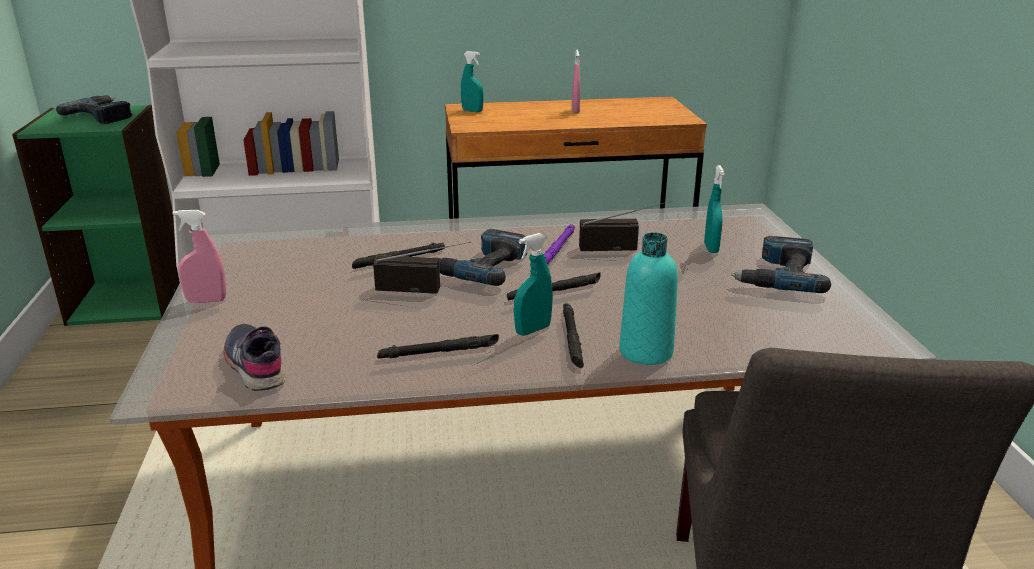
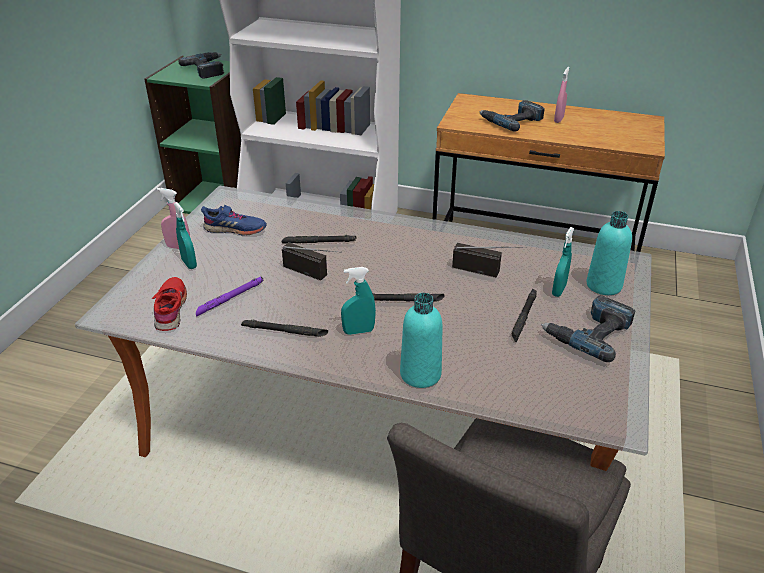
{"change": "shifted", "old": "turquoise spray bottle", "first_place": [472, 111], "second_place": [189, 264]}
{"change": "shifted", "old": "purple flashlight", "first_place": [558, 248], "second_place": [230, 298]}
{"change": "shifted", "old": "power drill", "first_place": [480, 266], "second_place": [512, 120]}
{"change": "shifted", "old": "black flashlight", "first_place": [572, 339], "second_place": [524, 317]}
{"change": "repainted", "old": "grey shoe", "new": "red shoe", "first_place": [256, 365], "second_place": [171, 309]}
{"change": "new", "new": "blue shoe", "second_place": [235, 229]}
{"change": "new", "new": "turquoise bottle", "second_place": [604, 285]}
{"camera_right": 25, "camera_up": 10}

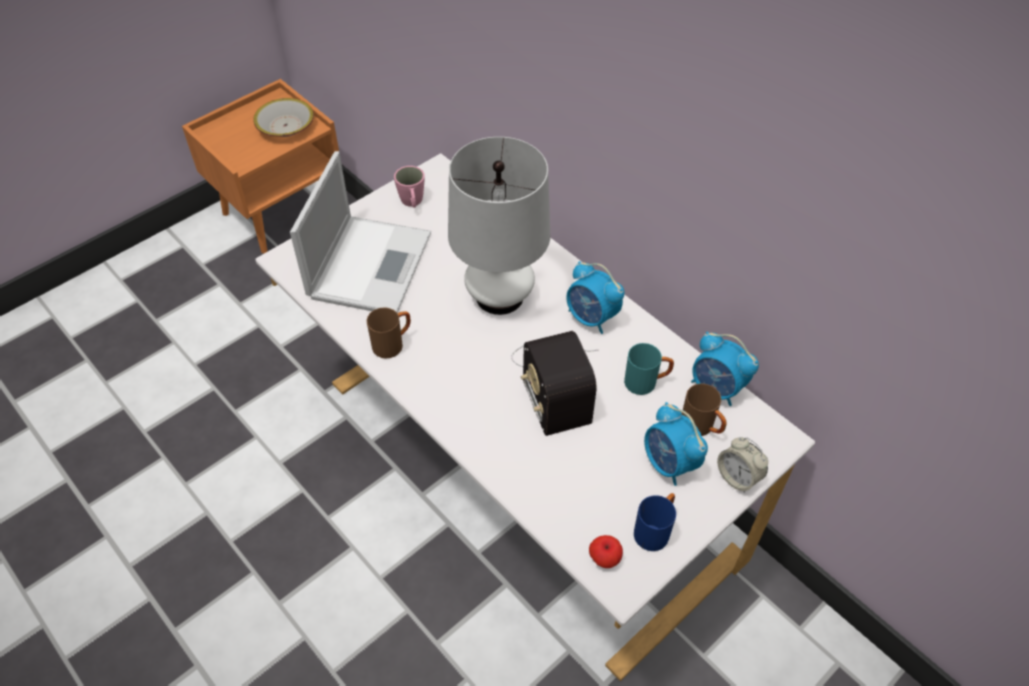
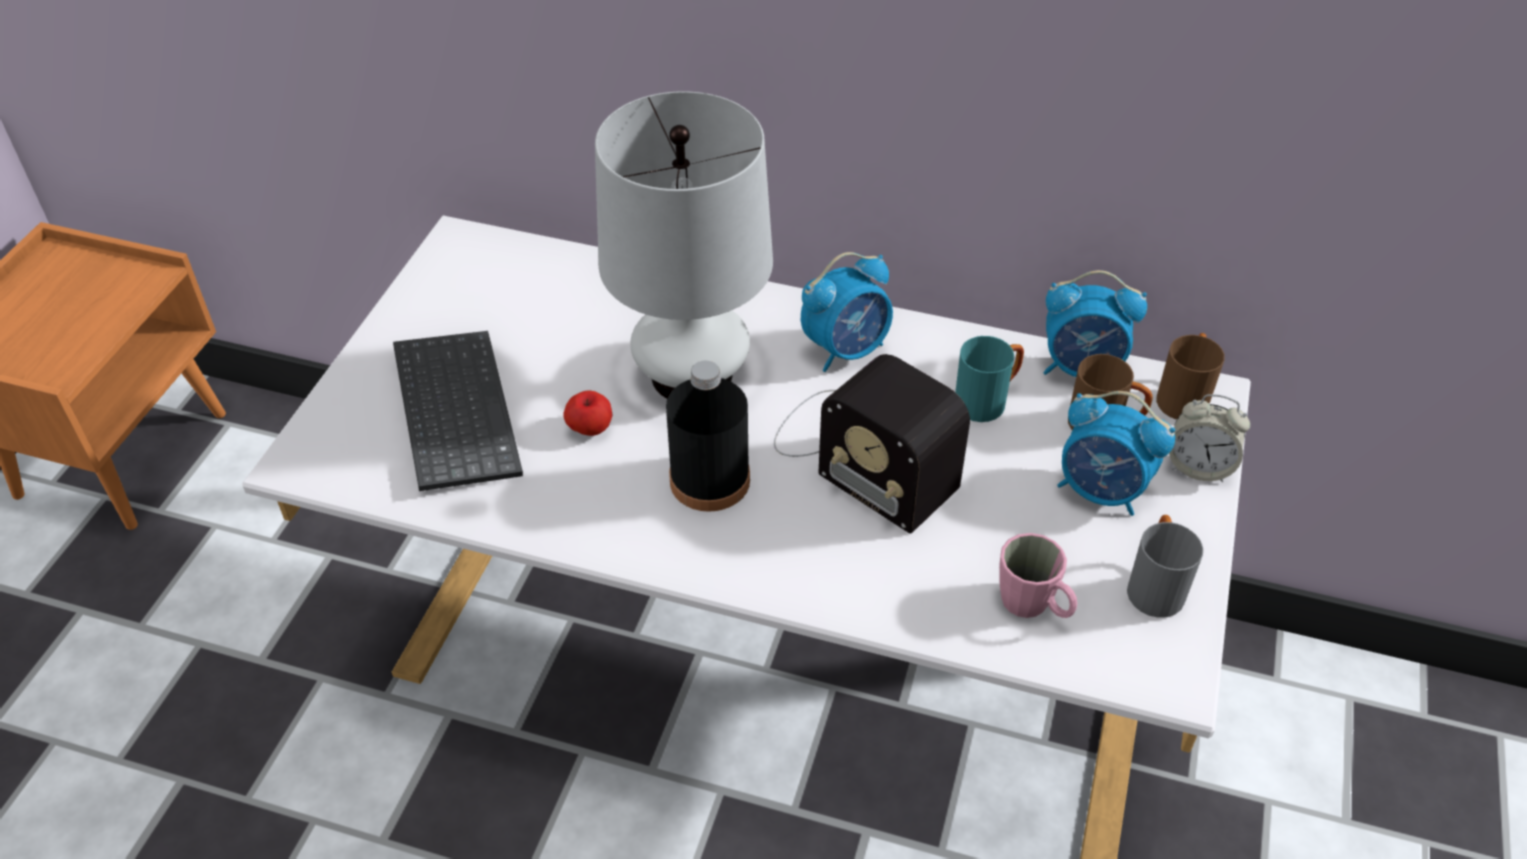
{"change": "gone", "old": "bowl", "first_place": [285, 126]}
{"change": "swapped", "old": "laptop", "new": "keyboard", "first_place": [370, 263], "second_place": [452, 411]}
{"change": "shifted", "old": "pink mug", "first_place": [412, 203], "second_place": [1033, 606]}
{"change": "rotated", "old": "alarm clock", "first_place": [591, 318], "second_place": [846, 349], "degrees": -45}
{"change": "shifted", "old": "brown mug", "first_place": [393, 343], "second_place": [1183, 396]}
{"change": "repainted", "old": "blue mug", "new": "grey mug", "first_place": [655, 530], "second_place": [1154, 585]}
{"change": "shifted", "old": "apple", "first_place": [604, 558], "second_place": [590, 429]}
{"change": "new", "new": "black bottle", "second_place": [709, 480]}
{"camera_right": -30, "camera_up": -5}

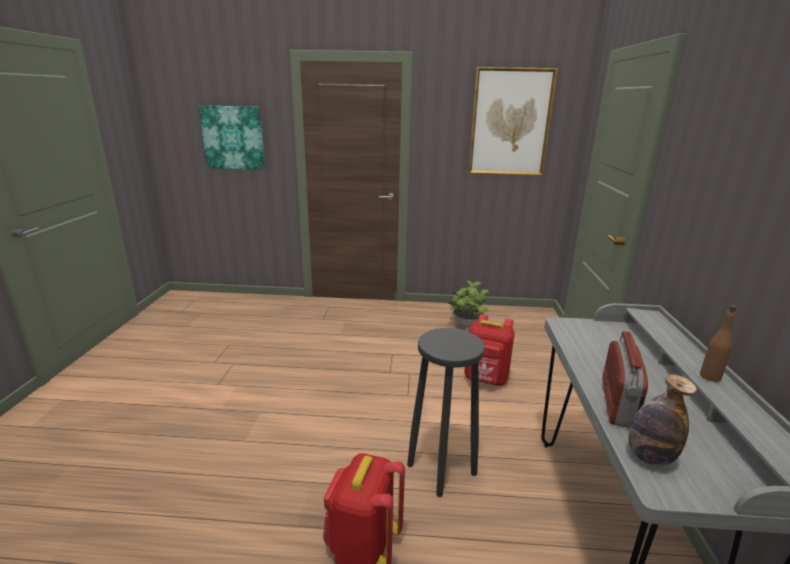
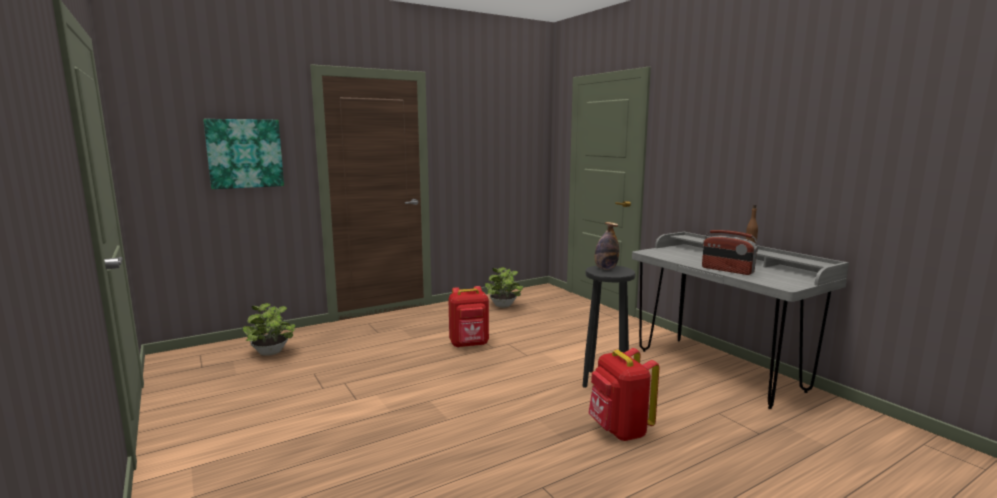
{"change": "gone", "old": "picture", "first_place": [510, 123]}
{"change": "shifted", "old": "red backpack", "first_place": [486, 380], "second_place": [469, 344]}
{"change": "rotated", "old": "radio", "first_place": [618, 403], "second_place": [727, 270], "degrees": 150}
{"change": "shifted", "old": "bottle", "first_place": [649, 457], "second_place": [605, 268]}
{"change": "new", "new": "potted plant", "second_place": [271, 353]}
{"camera_right": -35, "camera_up": -10}

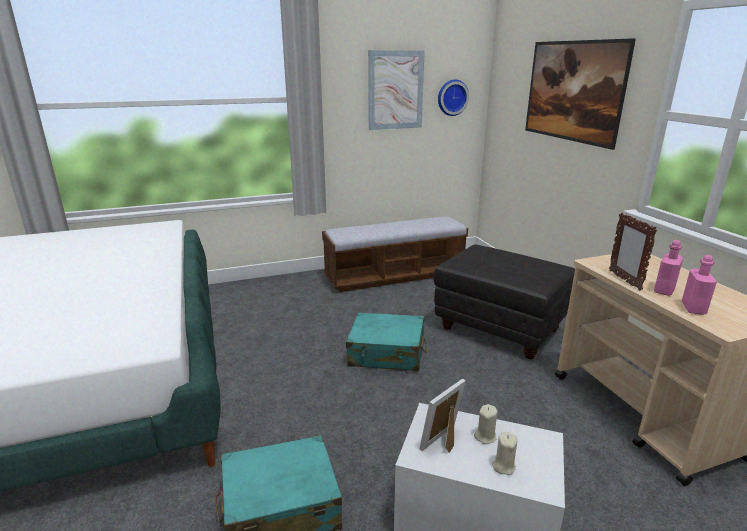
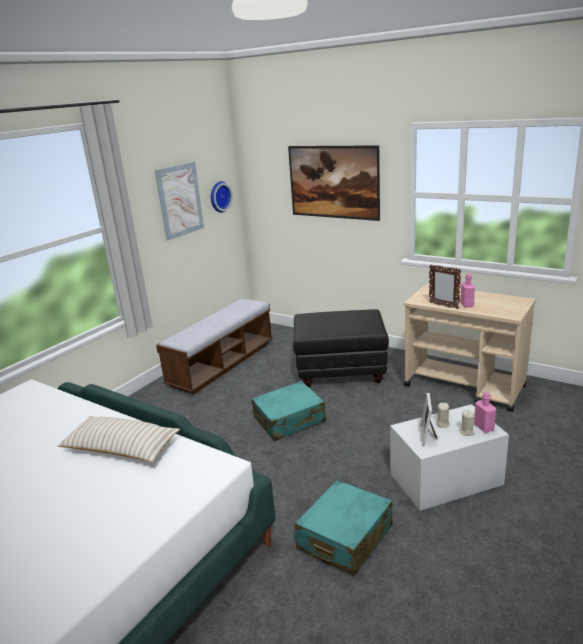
{"change": "shifted", "old": "pink bottle", "first_place": [693, 308], "second_place": [484, 427]}
{"change": "new", "new": "beige pillow", "second_place": [121, 448]}
{"camera_right": -35, "camera_up": 0}

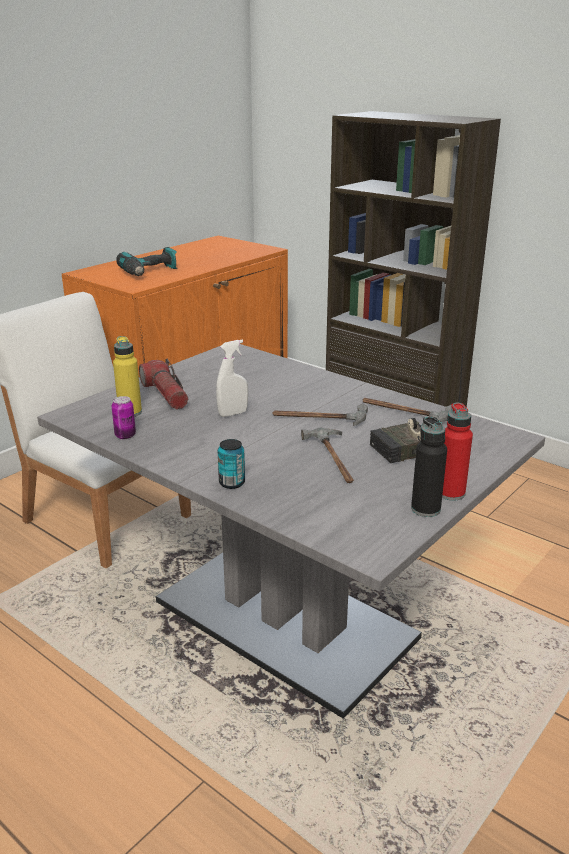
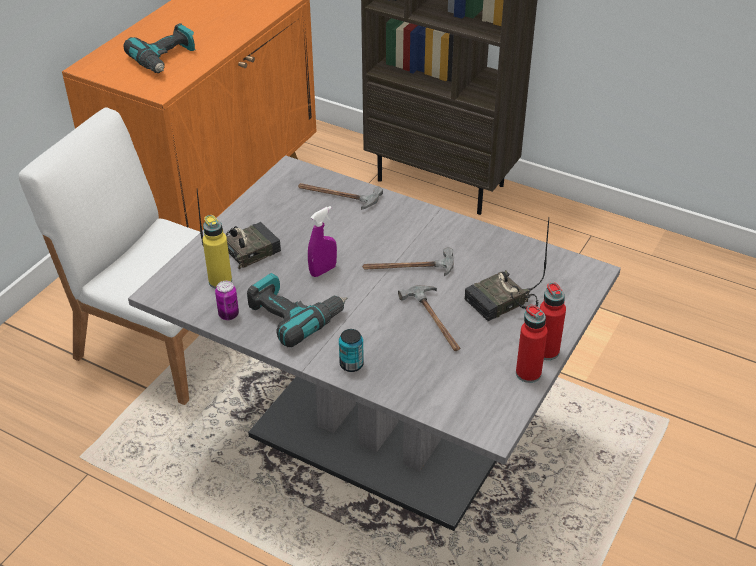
{"change": "repainted", "old": "white spray bottle", "new": "purple spray bottle", "first_place": [233, 413], "second_place": [323, 271]}
{"change": "swapped", "old": "flashlight", "new": "radio", "first_place": [166, 394], "second_place": [246, 250]}
{"change": "shifted", "old": "hammer", "first_place": [404, 412], "second_place": [337, 196]}
{"change": "repainted", "old": "black bottle", "new": "red bottle", "first_place": [425, 509], "second_place": [528, 373]}
{"change": "new", "new": "power drill", "second_place": [294, 315]}
{"camera_right": -10, "camera_up": 15}

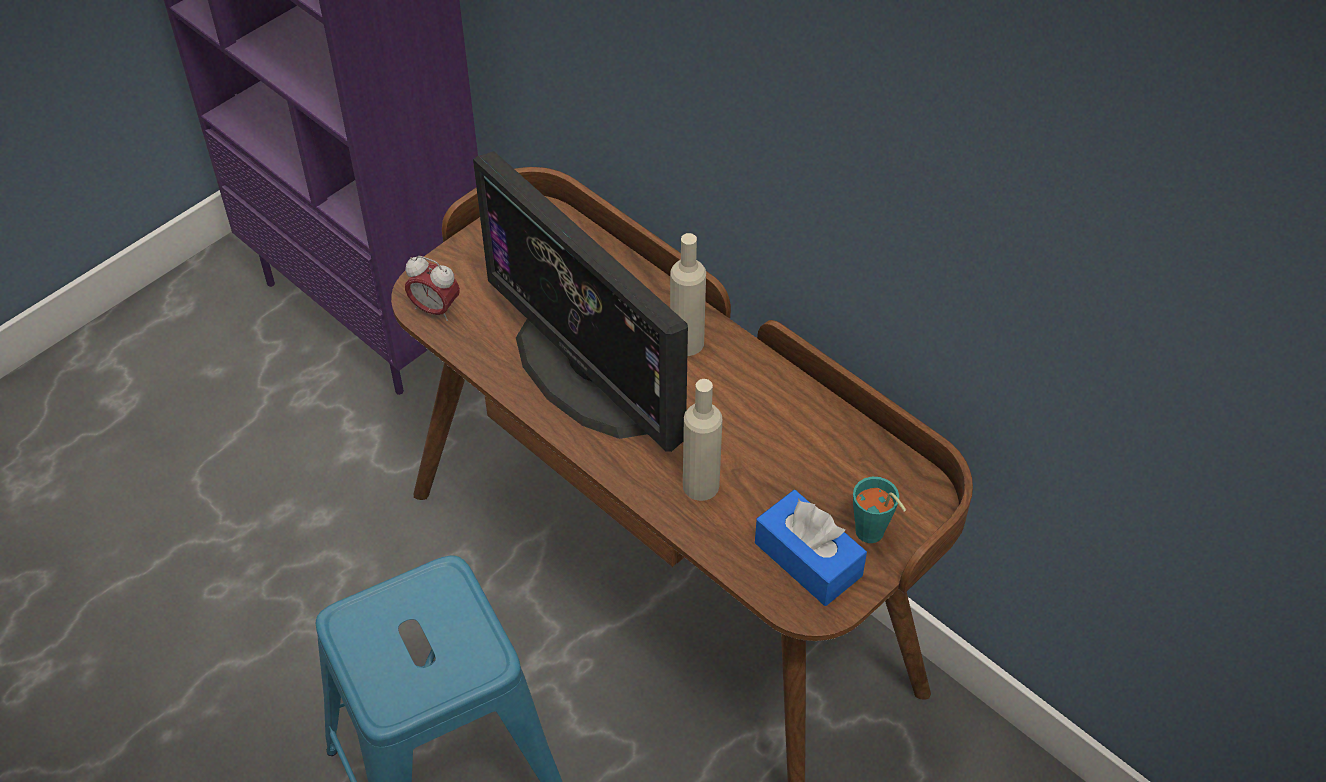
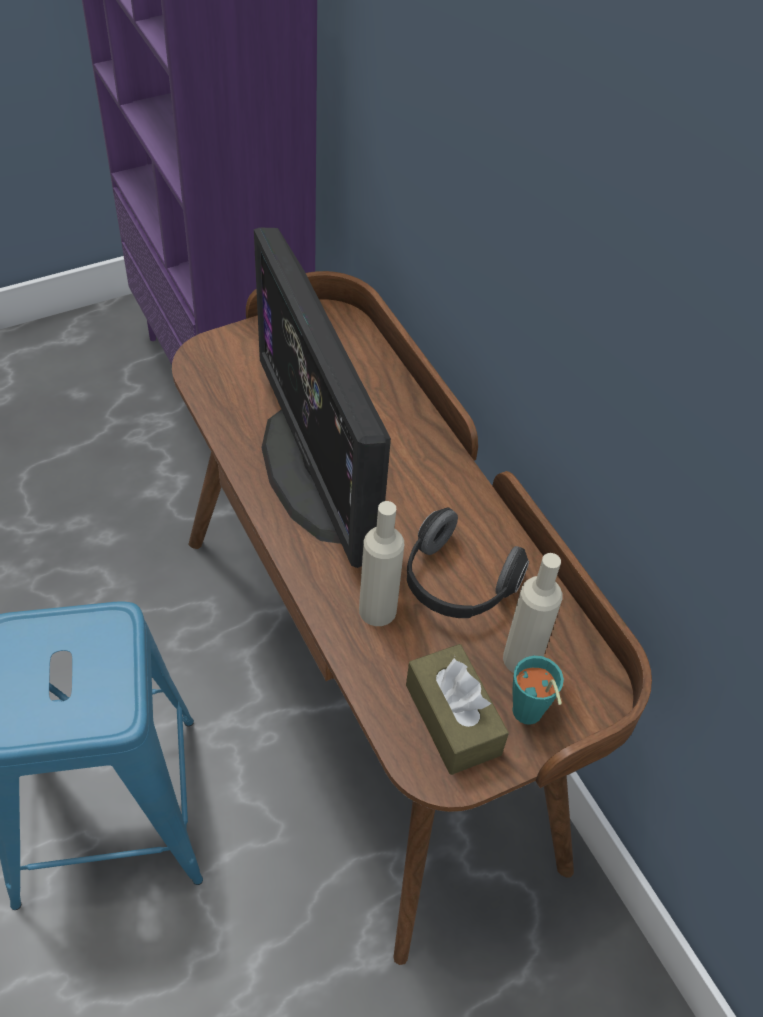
{"change": "shifted", "old": "beige bottle", "first_place": [687, 342], "second_place": [522, 658]}
{"change": "gone", "old": "alarm clock", "first_place": [435, 309]}
{"change": "repainted", "old": "blue tissue box", "new": "brown tissue box", "first_place": [808, 559], "second_place": [452, 719]}
{"change": "new", "new": "headphones", "second_place": [456, 584]}
{"camera_right": 15, "camera_up": 0}

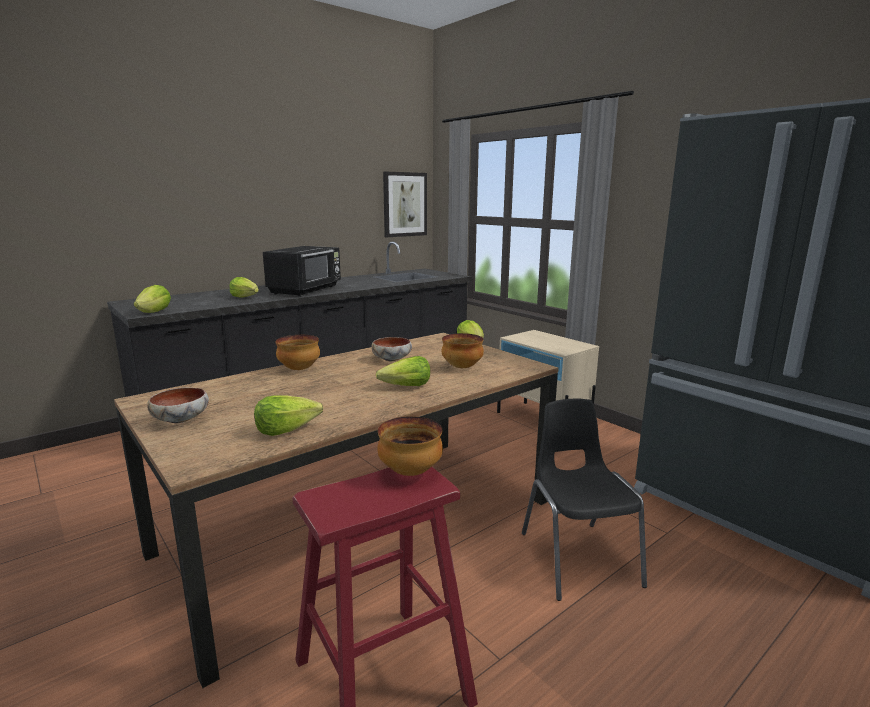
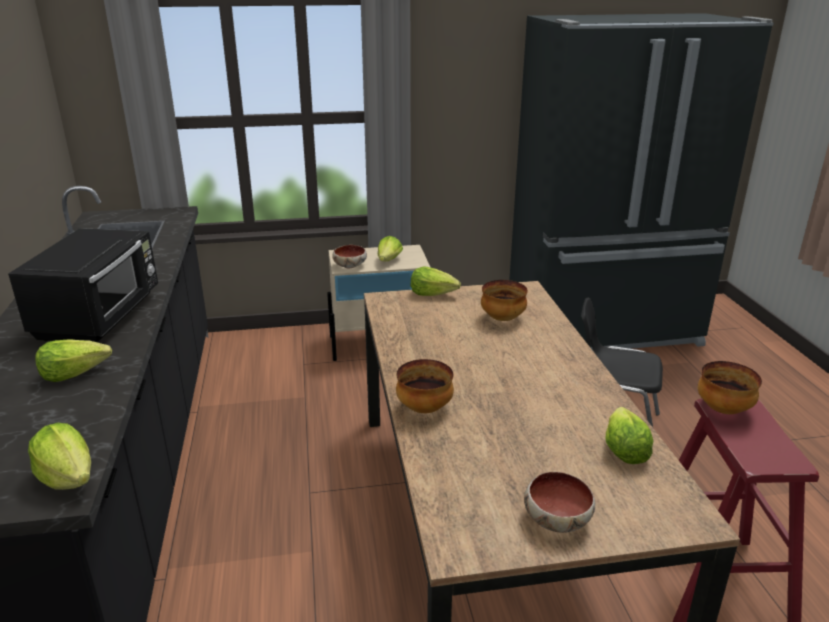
{"change": "gone", "old": "picture", "first_place": [404, 204]}
{"change": "rotated", "old": "black microwave", "first_place": [306, 290], "second_place": [101, 316], "degrees": 45}
{"change": "shifted", "old": "bowl", "first_place": [392, 359], "second_place": [350, 265]}
{"change": "shifted", "old": "lettuce", "first_place": [406, 387], "second_place": [389, 260]}
{"camera_right": -60, "camera_up": 10}

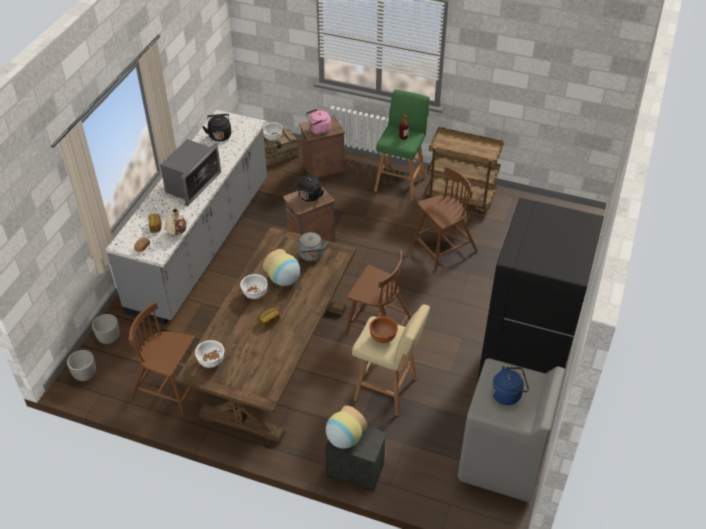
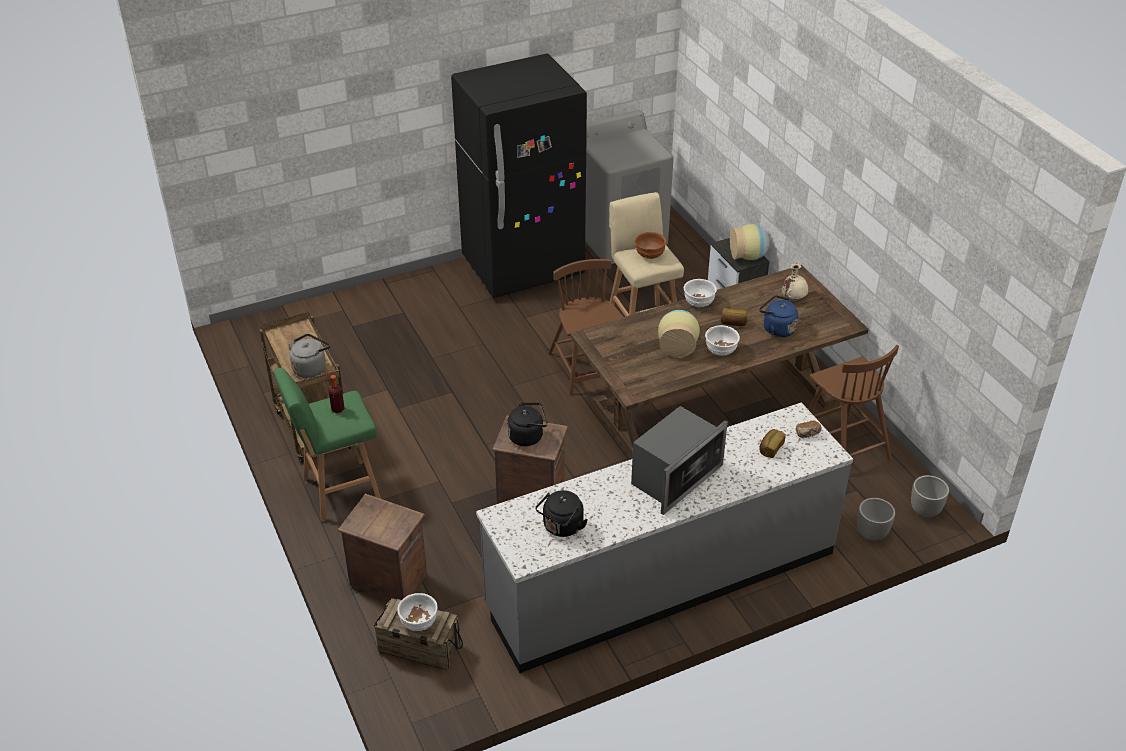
{"change": "gone", "old": "pink kettle", "first_place": [318, 130]}
{"change": "rotated", "old": "microwave", "first_place": [192, 184], "second_place": [674, 477], "degrees": 150}
{"change": "gone", "old": "brown chair", "first_place": [443, 249]}
{"change": "shifted", "old": "beige vase", "first_place": [177, 233], "second_place": [793, 298]}
{"change": "shifted", "old": "grey kettle", "first_place": [312, 256], "second_place": [310, 368]}
{"change": "shifted", "old": "white bowl", "first_place": [211, 362], "second_place": [698, 303]}
{"change": "shifted", "old": "blue kettle", "first_place": [508, 394], "second_place": [776, 329]}
{"camera_right": -135, "camera_up": -5}

